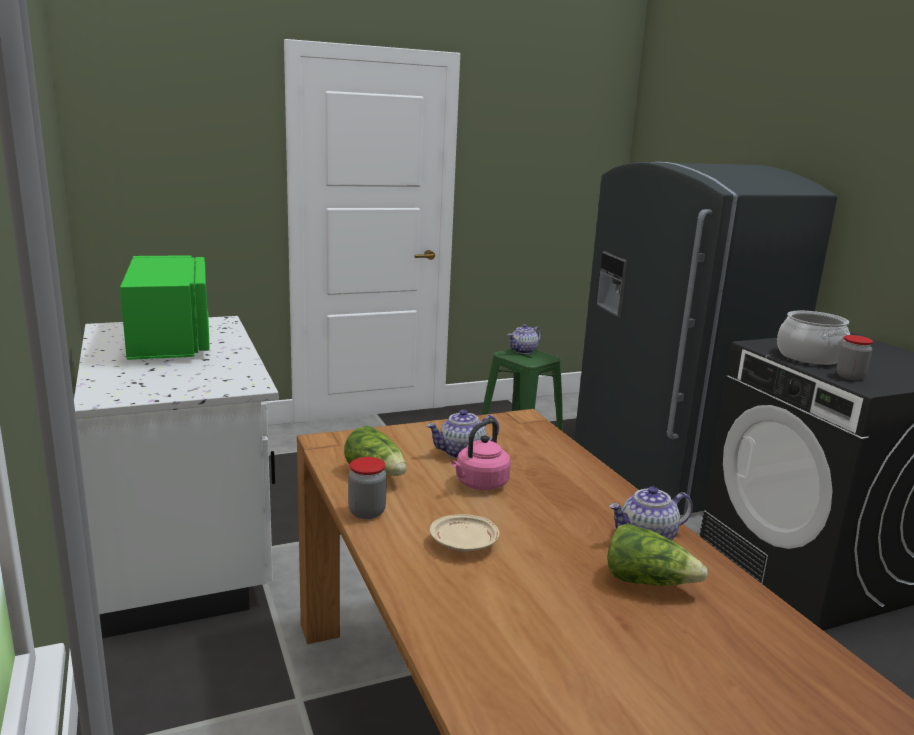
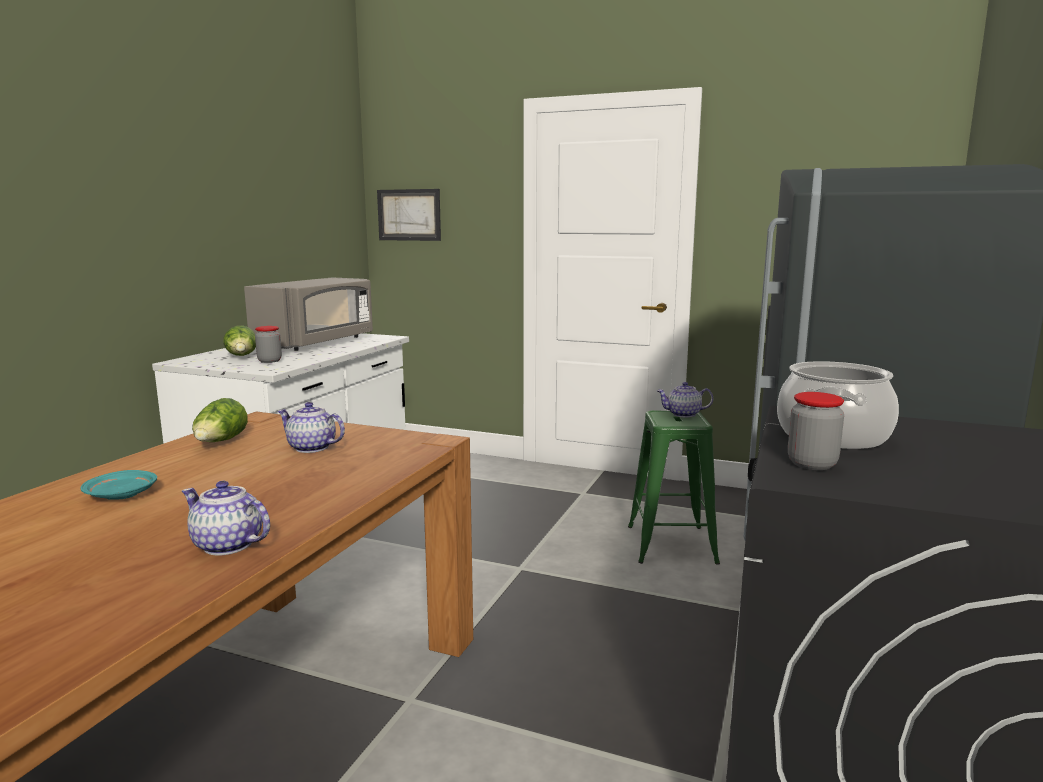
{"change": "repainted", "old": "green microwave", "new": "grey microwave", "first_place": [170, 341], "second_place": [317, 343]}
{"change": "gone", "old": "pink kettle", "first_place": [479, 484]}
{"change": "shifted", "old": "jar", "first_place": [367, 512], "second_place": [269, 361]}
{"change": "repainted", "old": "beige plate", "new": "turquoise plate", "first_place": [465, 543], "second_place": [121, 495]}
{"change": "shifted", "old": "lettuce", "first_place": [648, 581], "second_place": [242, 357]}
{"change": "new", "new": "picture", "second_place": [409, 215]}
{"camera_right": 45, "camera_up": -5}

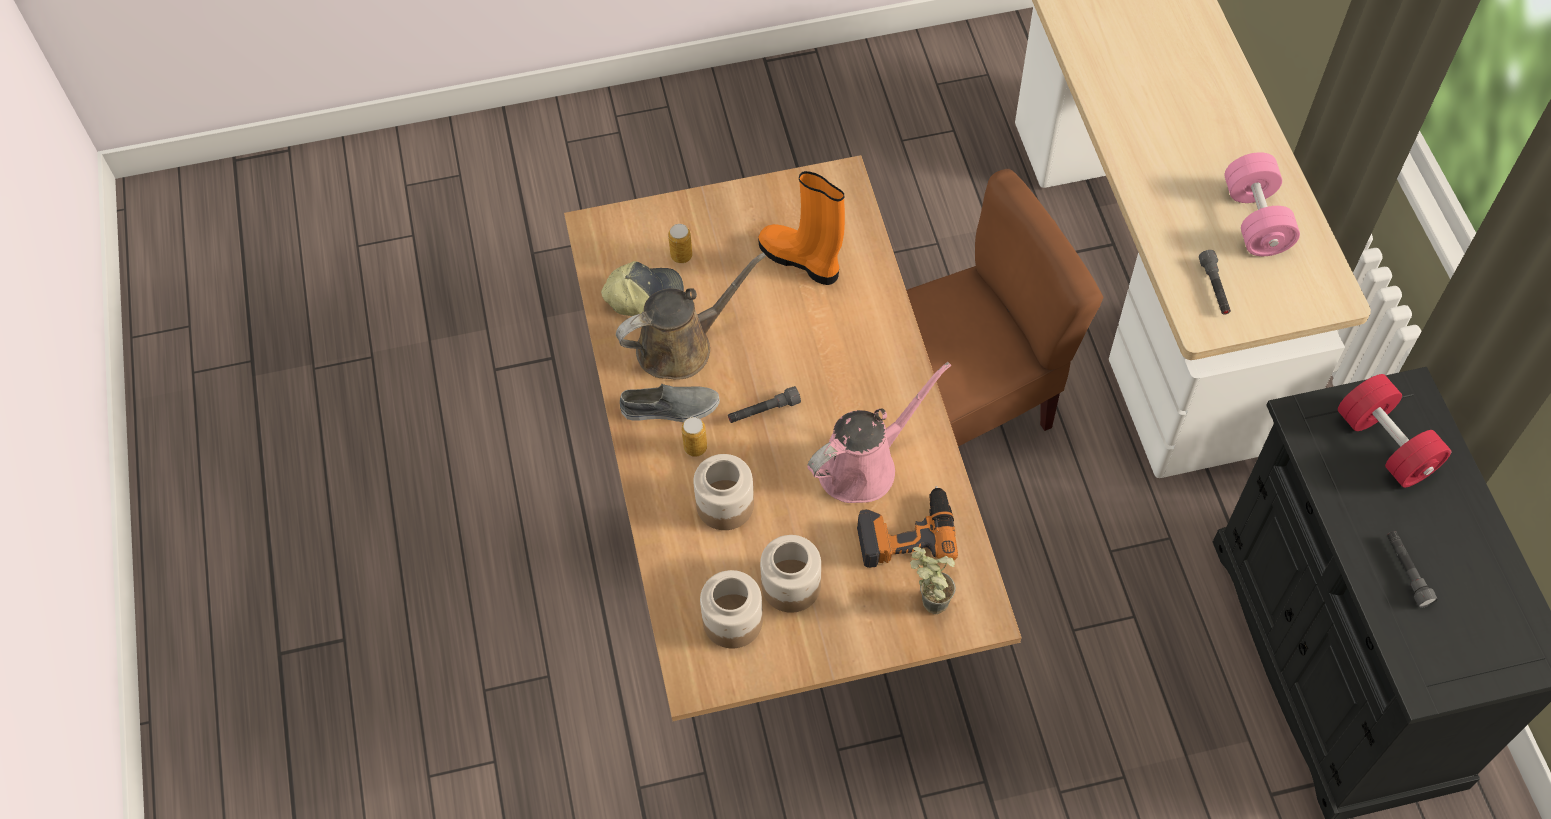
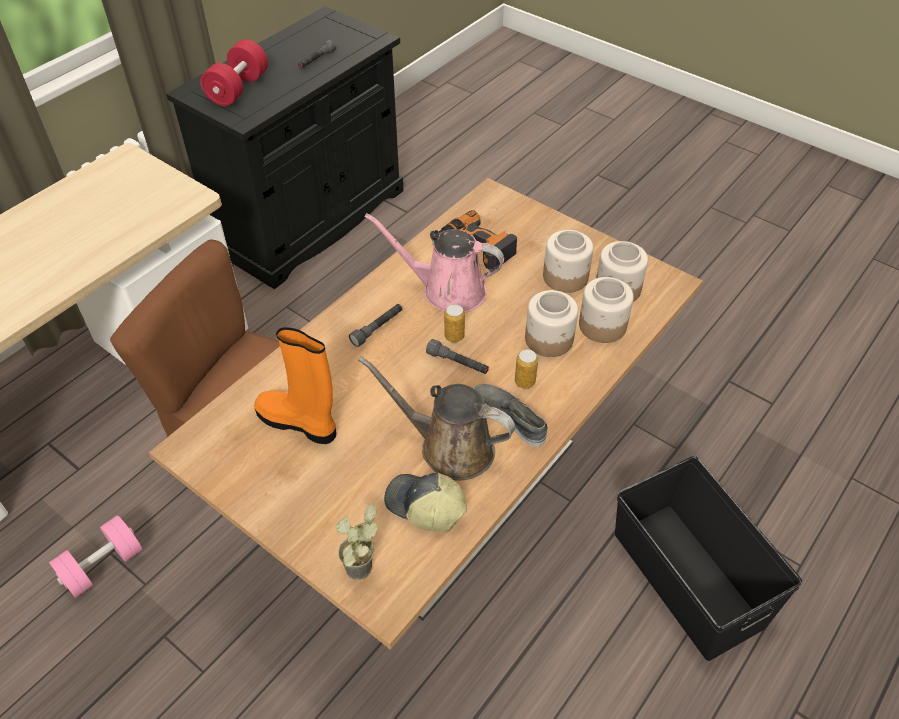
{"change": "shifted", "old": "pink dumbbell", "first_place": [1255, 220], "second_place": [103, 566]}
{"change": "rotated", "old": "orange boot", "first_place": [802, 260], "second_place": [299, 423], "degrees": 120}
{"change": "shifted", "old": "can", "first_place": [681, 256], "second_place": [454, 336]}
{"change": "shifted", "old": "grey flashlight", "first_place": [1214, 288], "second_place": [377, 329]}
{"change": "shifted", "old": "potted plant", "first_place": [927, 601], "second_place": [362, 575]}
{"change": "new", "new": "jar", "second_place": [602, 326]}
{"change": "new", "new": "black storage box", "second_place": [687, 579]}
{"camera_right": -130, "camera_up": -10}

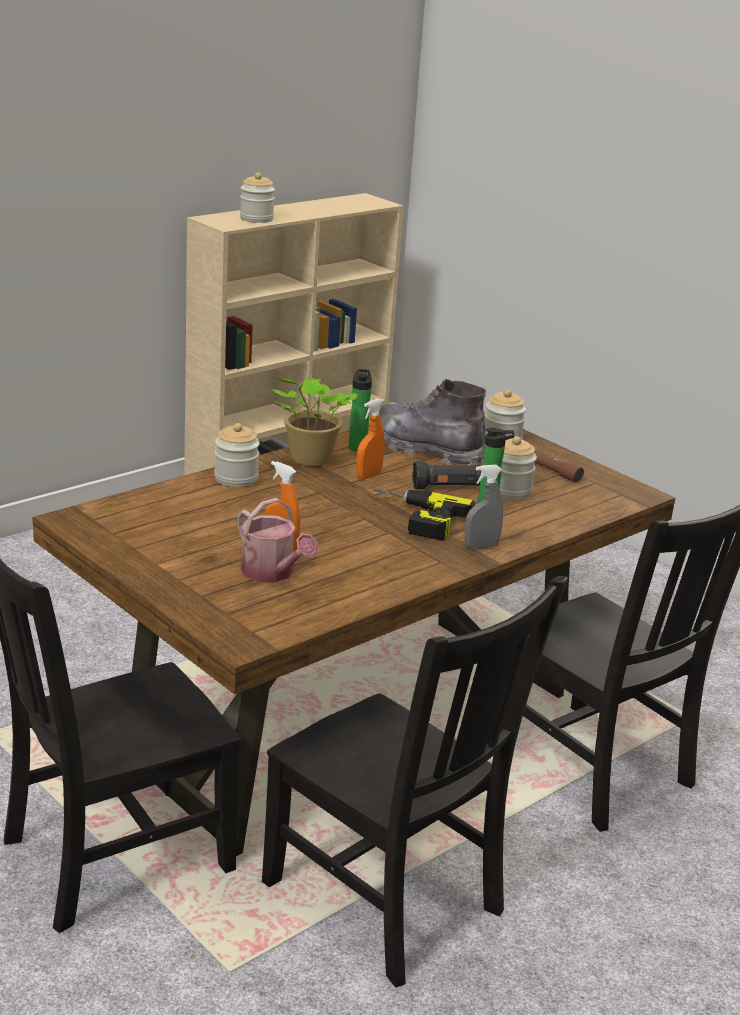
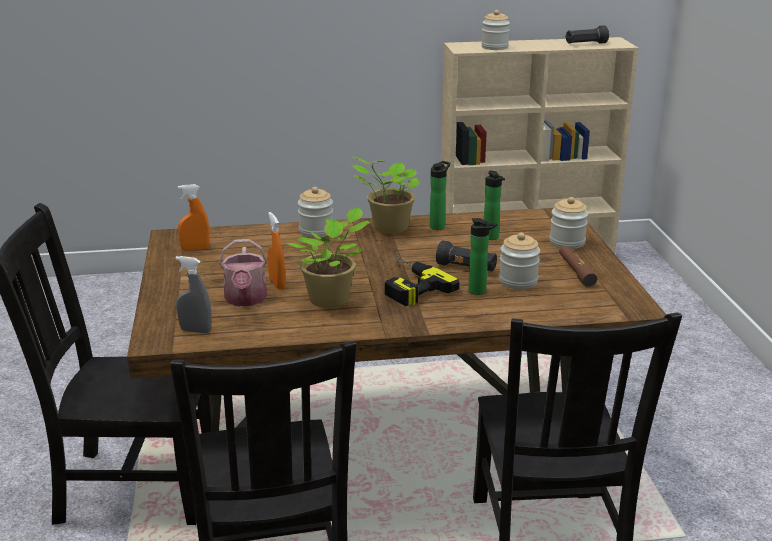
{"change": "swapped", "old": "grey boot", "new": "bottle", "first_place": [427, 450], "second_place": [492, 238]}
{"change": "shifted", "old": "orange spray bottle", "first_place": [368, 476], "second_place": [195, 249]}
{"change": "shifted", "old": "grey spray bottle", "first_place": [481, 546], "second_place": [195, 331]}
{"change": "new", "new": "black flashlight", "second_place": [585, 44]}
{"change": "new", "new": "potted plant", "second_place": [332, 300]}
{"camera_right": 35, "camera_up": 0}

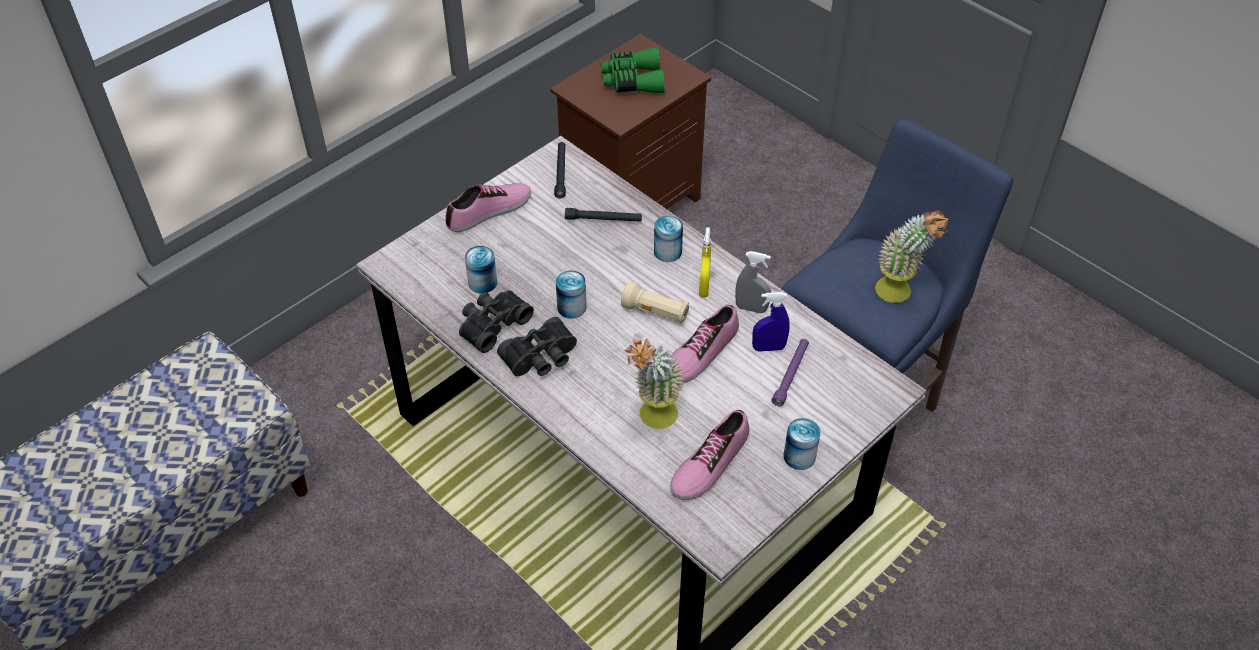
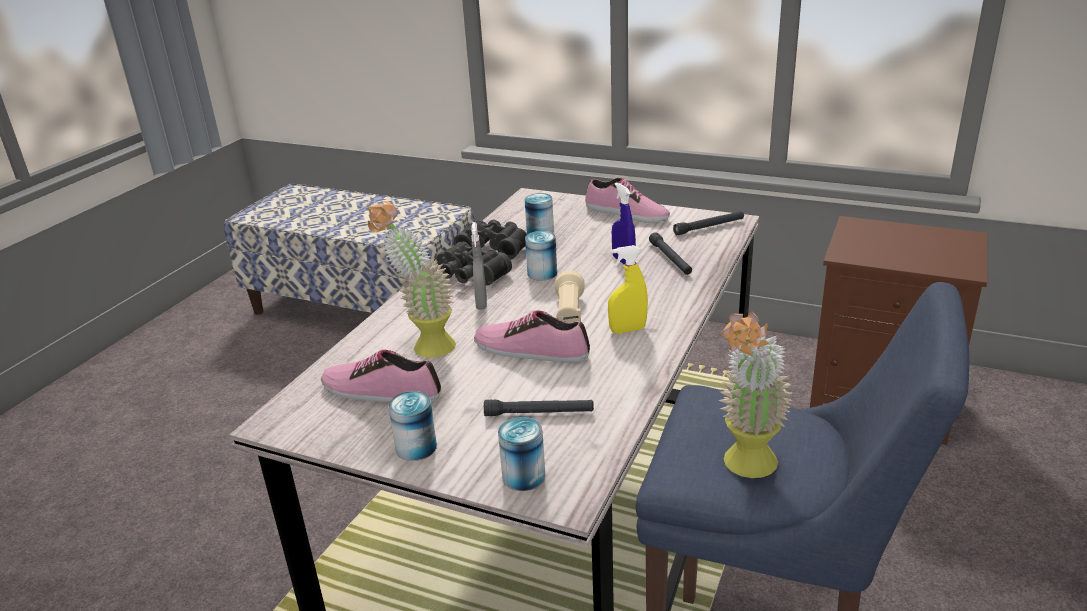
{"change": "gone", "old": "green binoculars", "first_place": [632, 80]}
{"change": "shifted", "old": "can", "first_place": [667, 252], "second_place": [523, 476]}
{"change": "shifted", "old": "grey spray bottle", "first_place": [751, 308], "second_place": [481, 303]}
{"change": "shifted", "old": "blue spray bottle", "first_place": [768, 348], "second_place": [623, 261]}
{"change": "repainted", "old": "purple flashlight", "new": "black flashlight", "first_place": [790, 375], "second_place": [539, 413]}
{"camera_right": 70, "camera_up": -20}

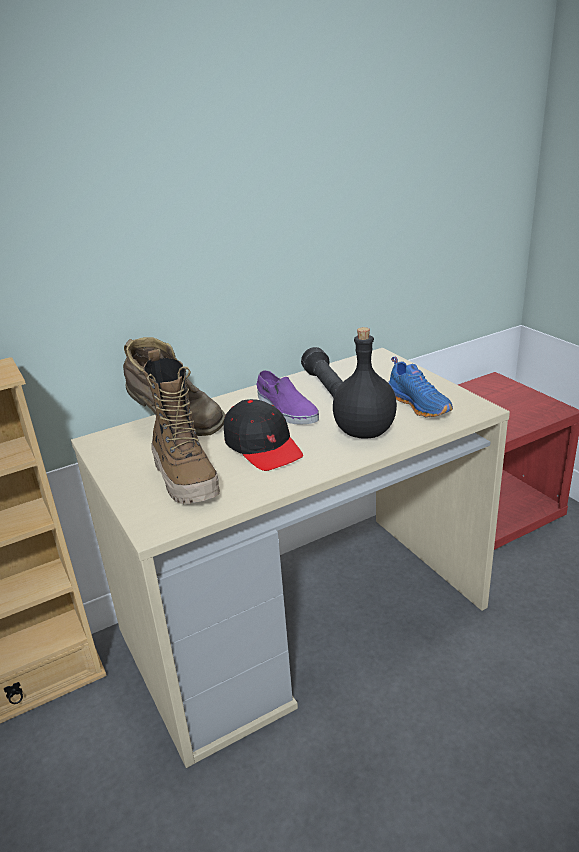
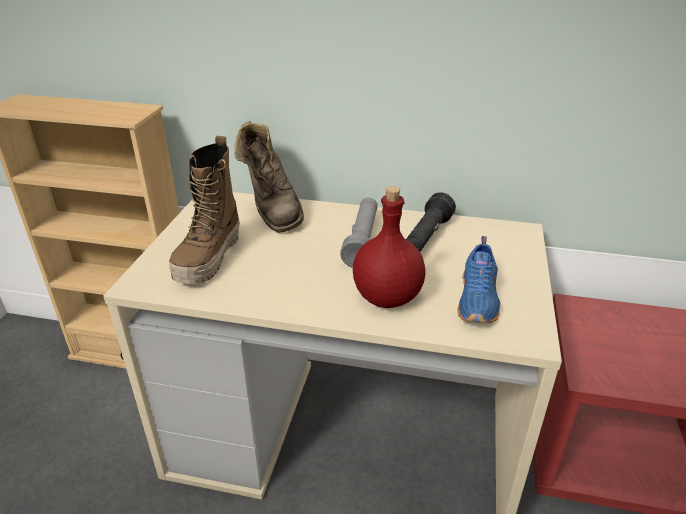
{"change": "repainted", "old": "black bottle", "new": "red bottle", "first_place": [363, 431], "second_place": [387, 296]}
{"change": "swapped", "old": "purple shoe", "new": "grey flashlight", "first_place": [286, 409], "second_place": [362, 241]}
{"change": "gone", "old": "black cap", "first_place": [263, 446]}
{"camera_right": 40, "camera_up": 5}

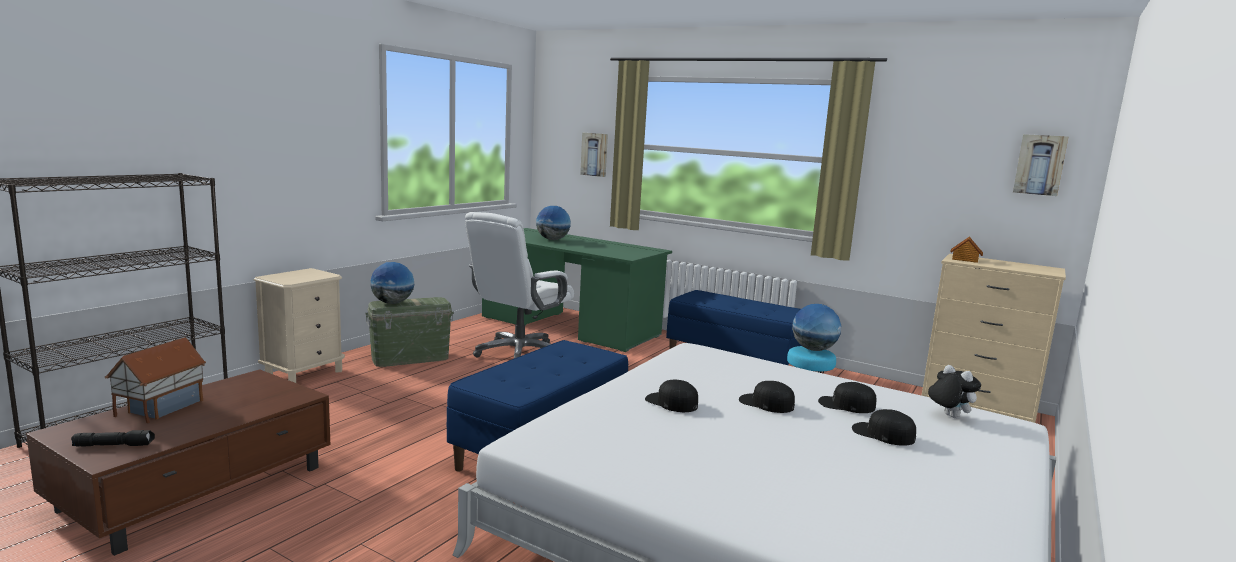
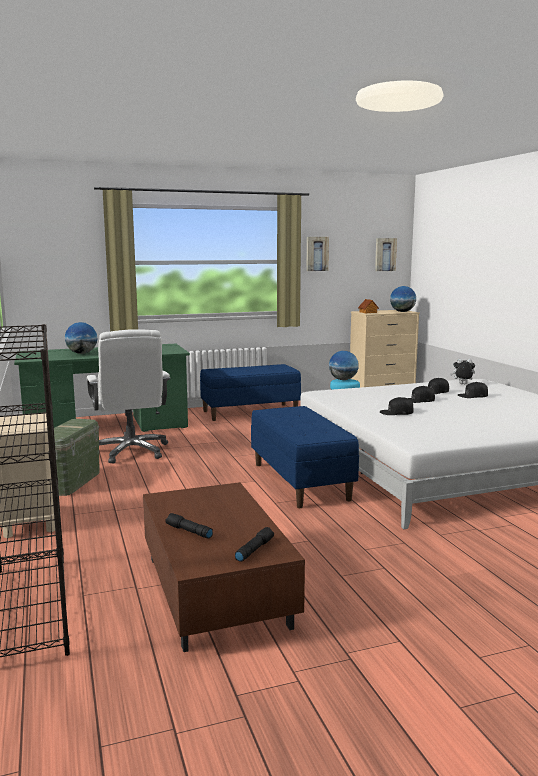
{"change": "shifted", "old": "picture", "first_place": [595, 154], "second_place": [316, 254]}
{"change": "shifted", "old": "globe", "first_place": [392, 303], "second_place": [402, 312]}
{"change": "swapped", "old": "toy house", "new": "black flashlight", "first_place": [159, 408], "second_place": [188, 531]}
{"camera_right": -50, "camera_up": 0}

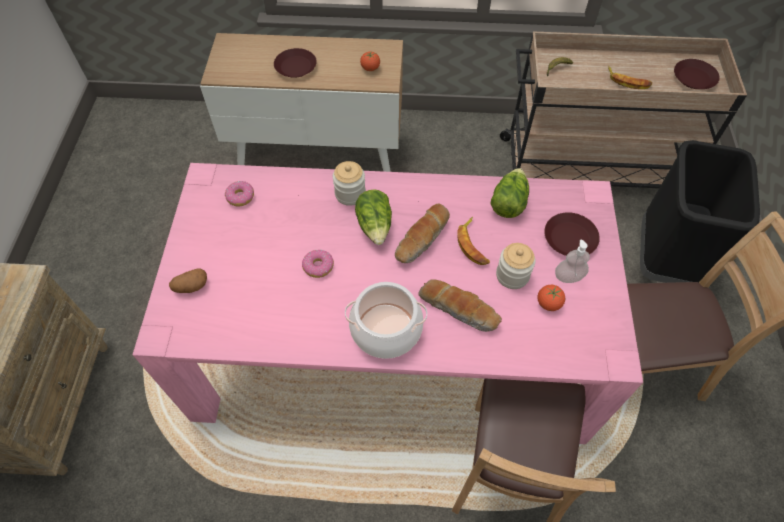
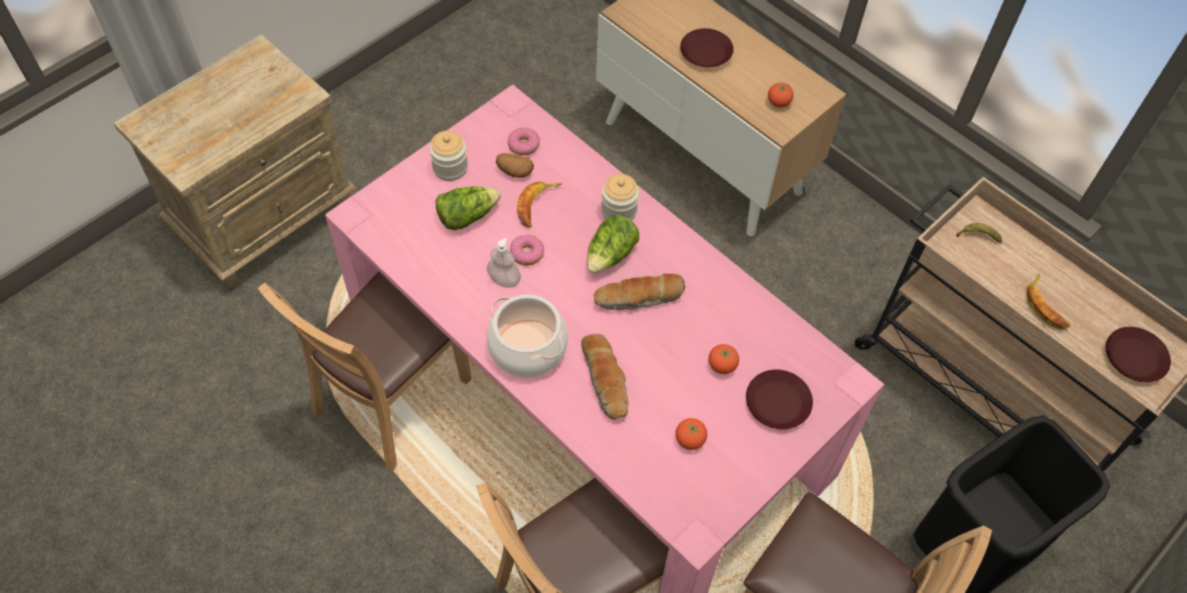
{"change": "shifted", "old": "lettuce", "first_place": [508, 202], "second_place": [466, 216]}
{"change": "shifted", "old": "banana", "first_place": [473, 245], "second_place": [537, 206]}
{"change": "shifted", "old": "soap dispenser", "first_place": [568, 276], "second_place": [504, 280]}
{"change": "shifted", "old": "jar", "first_place": [512, 275], "second_place": [450, 167]}
{"change": "shifted", "old": "potato", "first_place": [191, 287], "second_place": [514, 172]}
{"change": "new", "new": "brown chair", "second_place": [392, 399]}
{"change": "new", "new": "tomato", "second_place": [722, 366]}
{"camera_right": 40, "camera_up": 0}

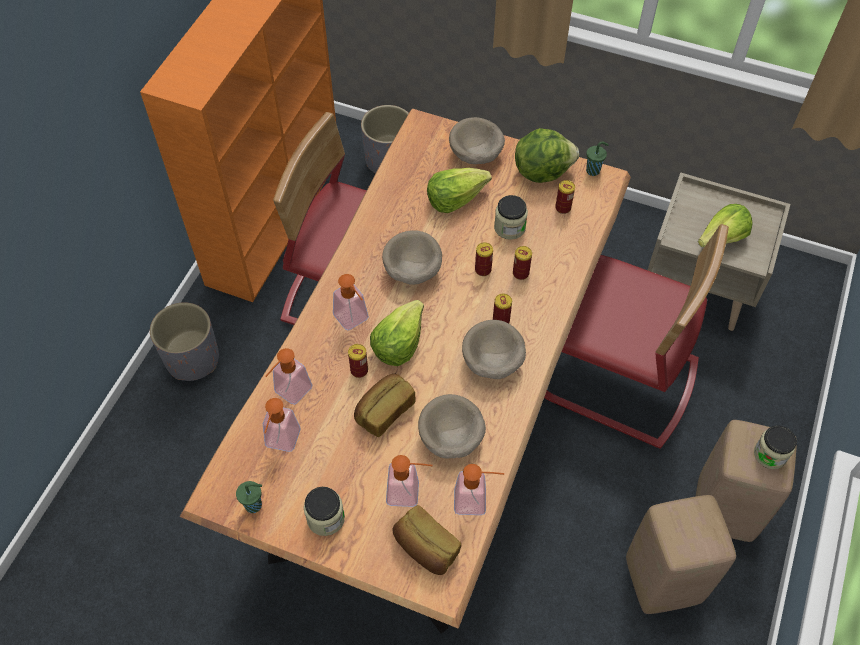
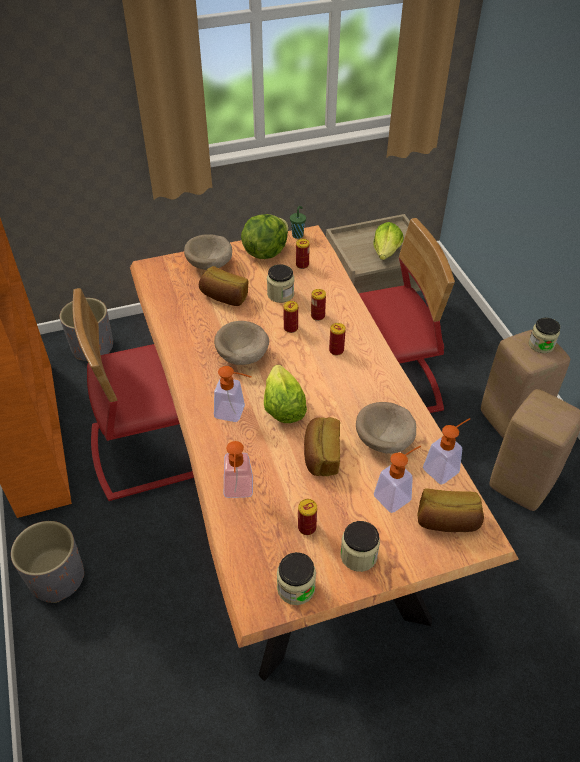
{"change": "swapped", "old": "lettuce", "new": "bread", "first_place": [455, 198], "second_place": [224, 297]}
{"change": "gone", "old": "beige bowl", "first_place": [491, 362]}
{"change": "shifted", "old": "can", "first_place": [359, 370], "second_place": [307, 527]}
{"change": "gone", "old": "soap dispenser", "first_place": [281, 443]}
{"change": "swapped", "old": "green cup", "new": "jar", "first_place": [254, 505], "second_place": [296, 588]}
{"camera_right": -40, "camera_up": -10}

